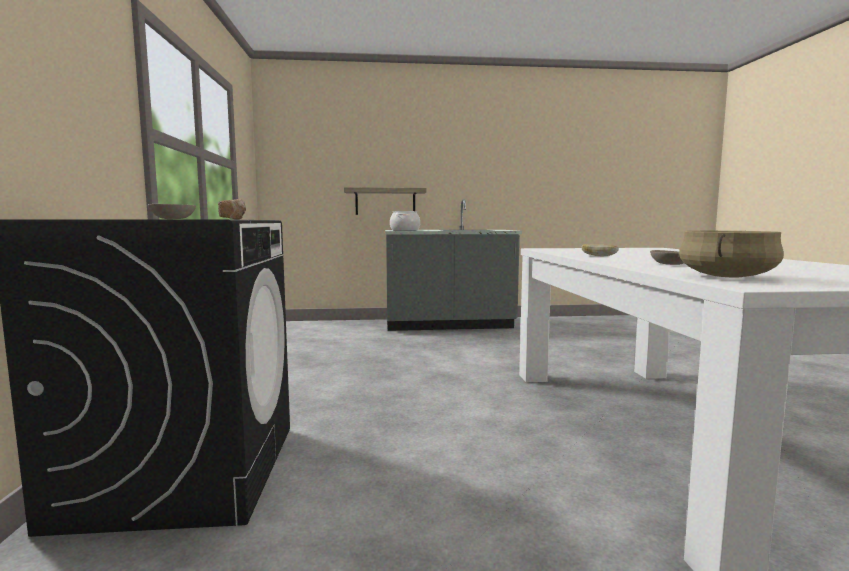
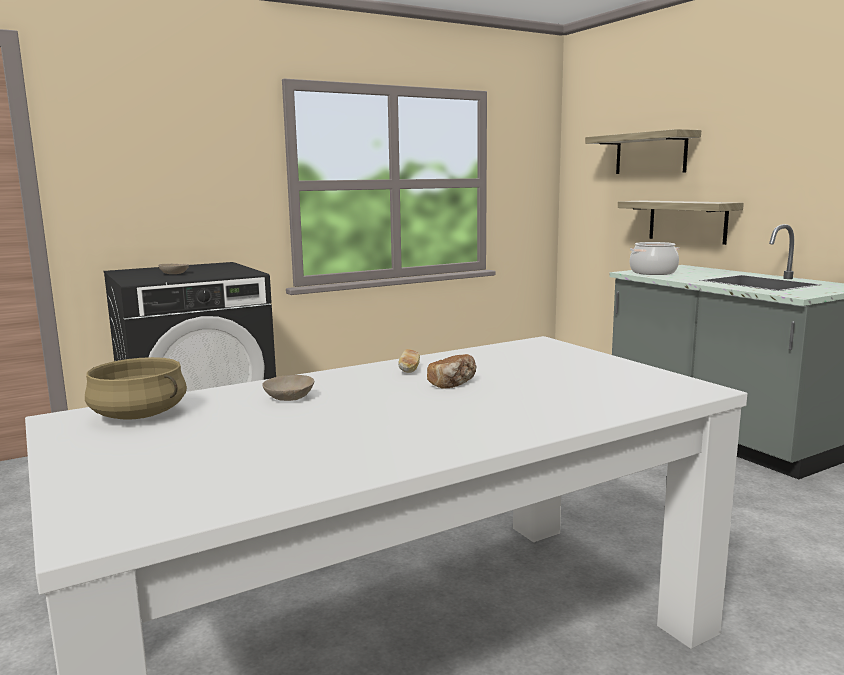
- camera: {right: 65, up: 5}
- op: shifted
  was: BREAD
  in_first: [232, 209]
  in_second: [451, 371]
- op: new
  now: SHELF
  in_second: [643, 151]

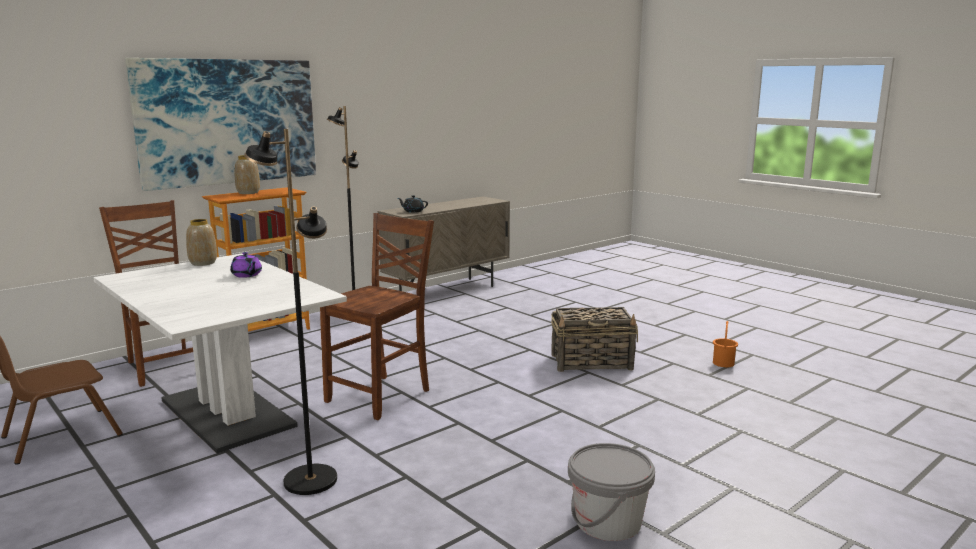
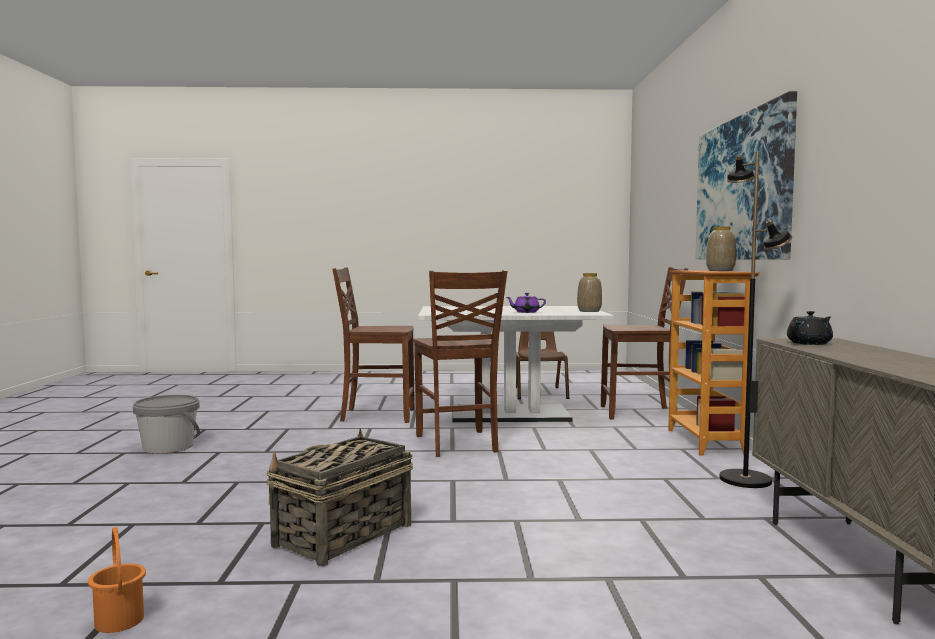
- camera: {right: 130, up: -10}
- op: swapped
  was: BLACK FLOOR LAMP
  now: BROWN CHAIR
  in_first: [290, 312]
  in_second: [373, 345]

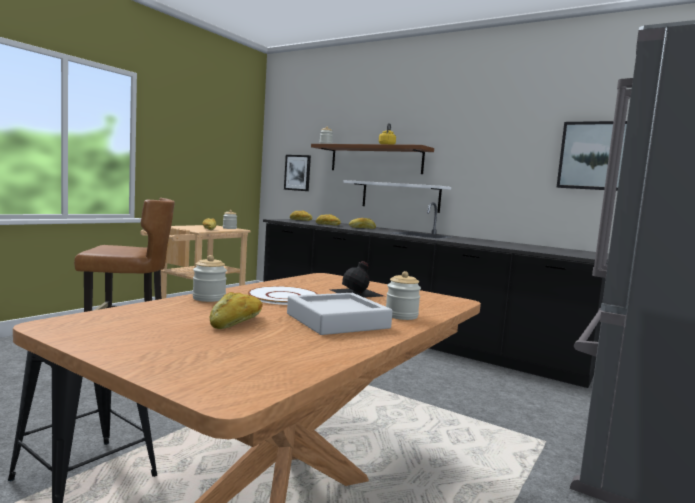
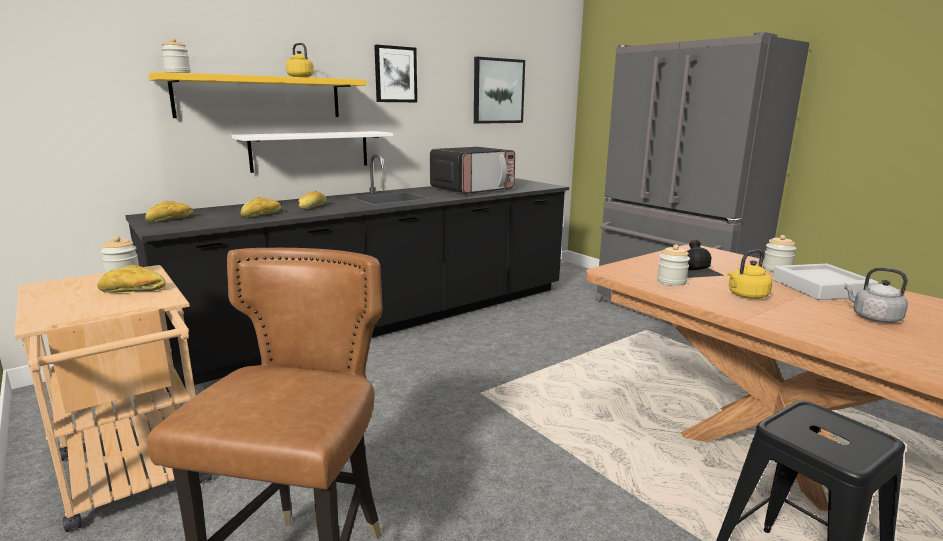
- camera: {right: -70, up: 10}
- op: repainted
  was: BROWN SHELF
  now: YELLOW SHELF
  in_first: [372, 159]
  in_second: [258, 95]
- op: shifted
  was: PICTURE
  in_first: [297, 173]
  in_second: [395, 73]
- op: new
  now: MICROWAVE
  in_second: [472, 170]
- op: shifted
  was: JAR
  in_first: [209, 278]
  in_second: [673, 265]
- op: swapped
  was: WHITE PLATE
  now: YELLOW KETTLE
  in_first: [283, 295]
  in_second: [750, 274]
- op: swapped
  was: BREAD
  now: GREY KETTLE
  in_first: [236, 310]
  in_second: [876, 295]

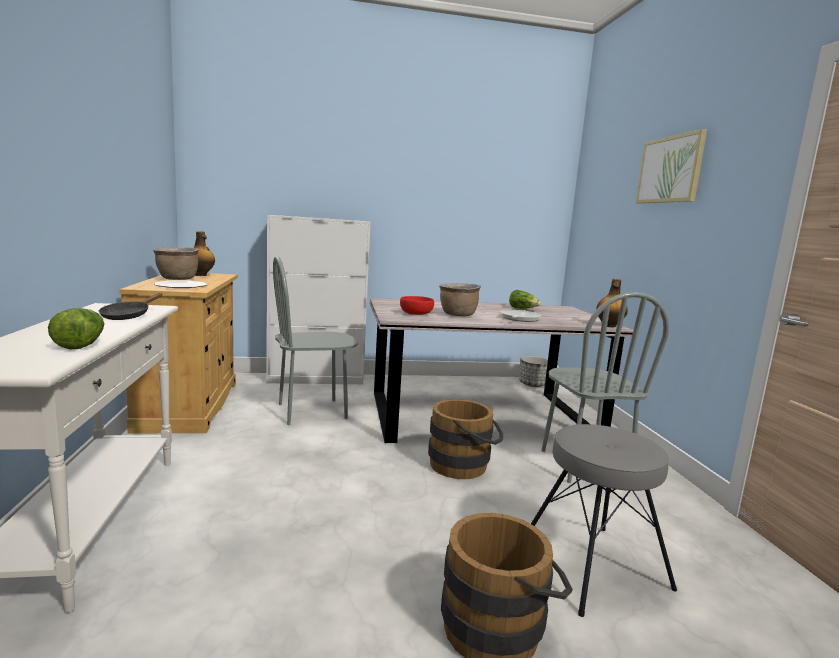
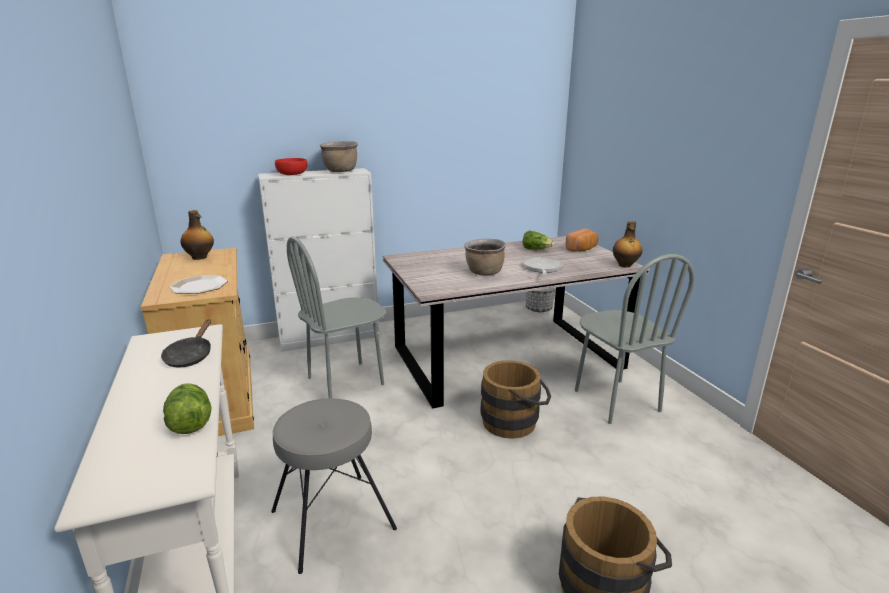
- camera: {right: -10, up: 10}
- op: shifted
  was: GREY STOOL
  in_first: [604, 520]
  in_second: [334, 486]
- op: shifted
  was: RED BOWL
  in_first: [417, 305]
  in_second: [291, 166]
- op: shifted
  was: BROWN COOKING POT
  in_first: [176, 263]
  in_second: [339, 156]
- op: new
  now: BREAD
  in_second: [582, 240]
- op: gone
  was: PICTURE
  in_first: [671, 166]

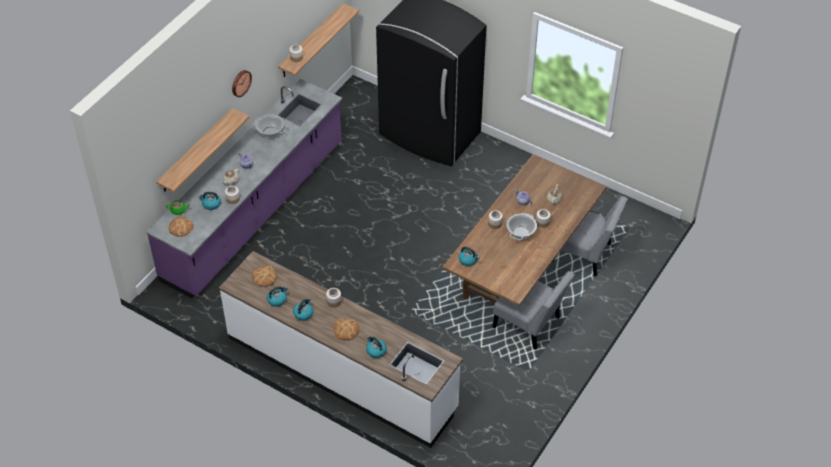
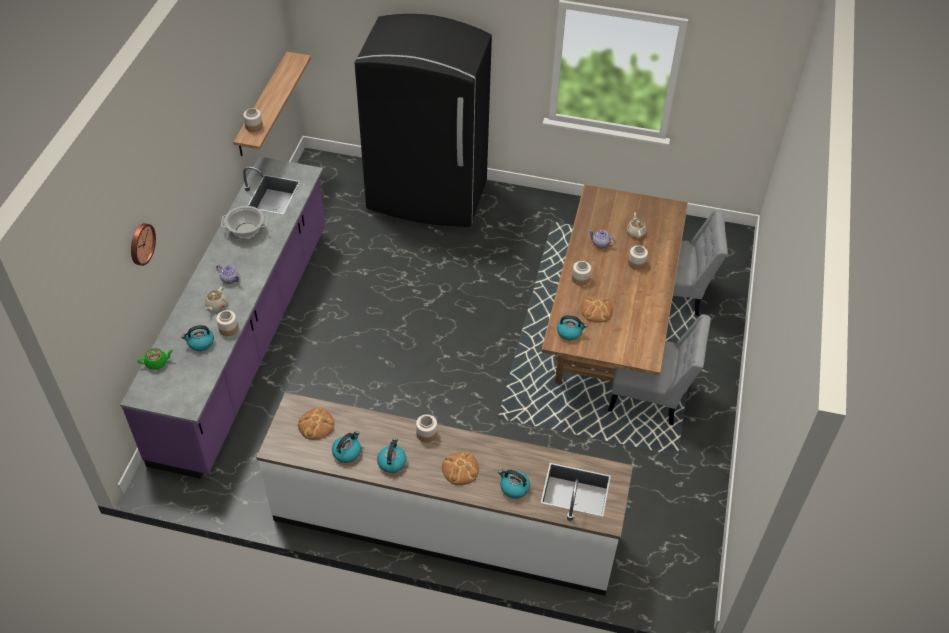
- camera: {right: -20, up: 0}
- op: shifted
  was: WALL CLOCK
  in_first: [242, 83]
  in_second: [143, 244]
- op: shifted
  was: BREAD
  in_first: [181, 226]
  in_second: [597, 309]
- op: gone
  was: SHELF
  in_first: [202, 150]
- op: gone
  was: COOKING POT
  in_first: [521, 226]

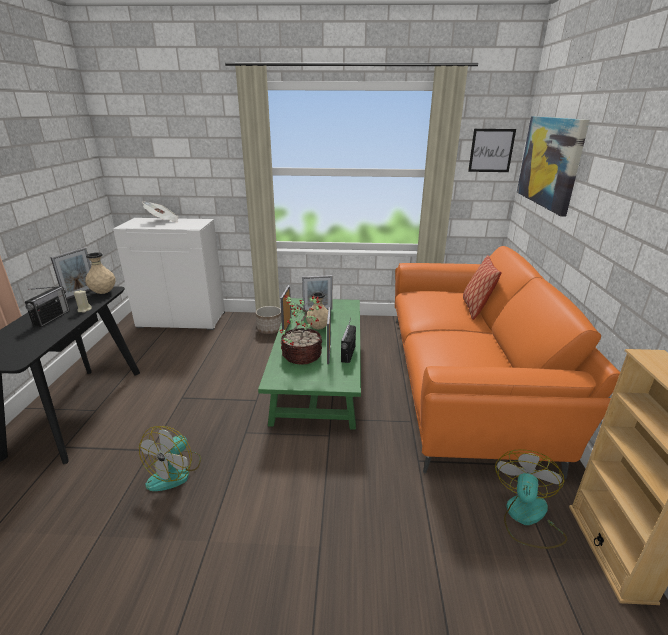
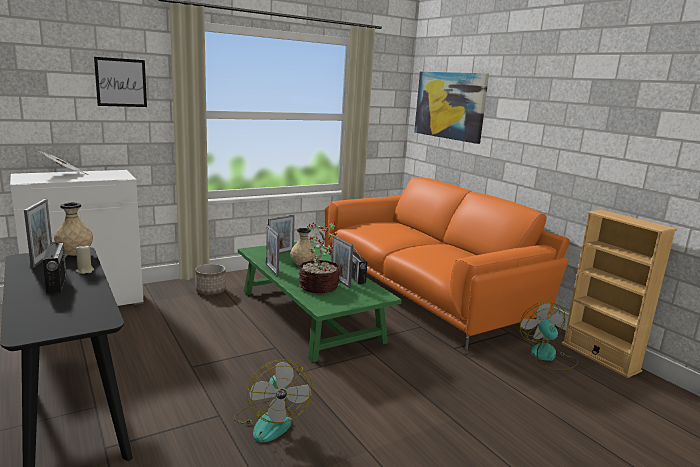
- camera: {right: -35, up: -10}
- op: shifted
  was: PICTURE
  in_first: [492, 150]
  in_second: [120, 82]
- op: gone
  was: PILLOW
  in_first: [482, 287]

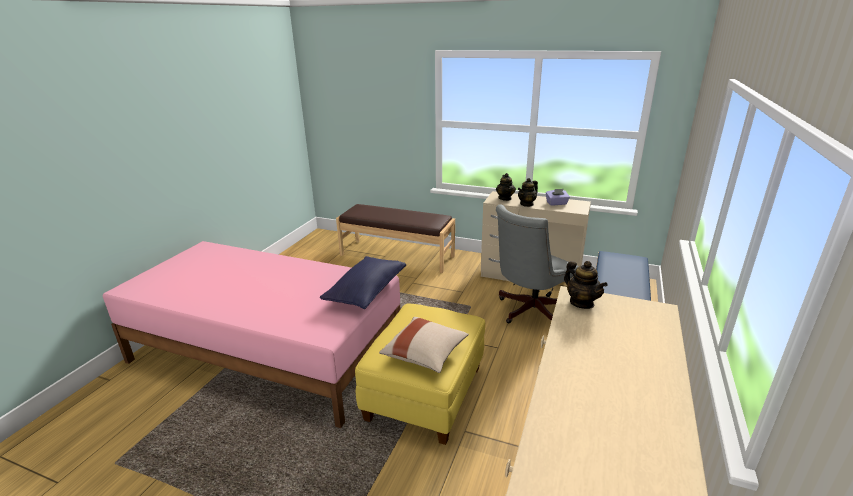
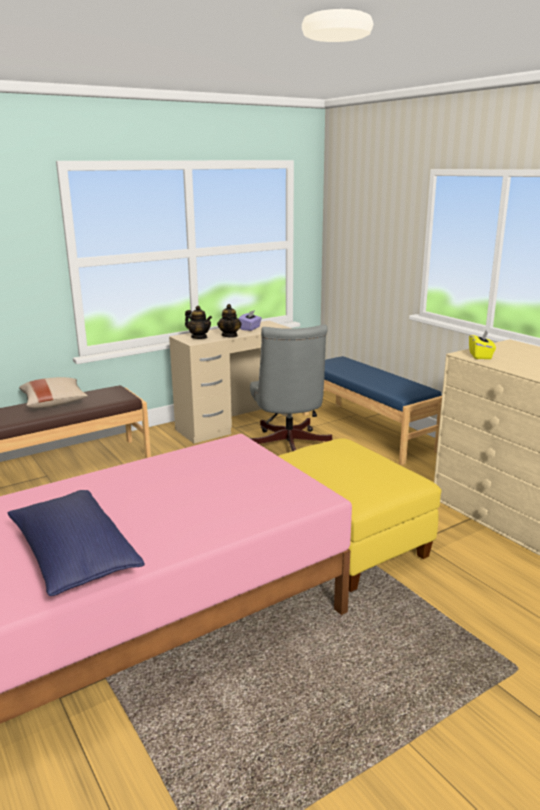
- camera: {right: -55, up: -5}
- op: shifted
  was: BLUE PILLOW
  in_first: [363, 282]
  in_second: [76, 543]
- op: shifted
  was: BEIGE PILLOW
  in_first: [424, 345]
  in_second: [53, 392]
- op: swapped
  was: TEAPOT
  now: YELLOW TISSUE BOX
  in_first: [586, 285]
  in_second: [482, 345]

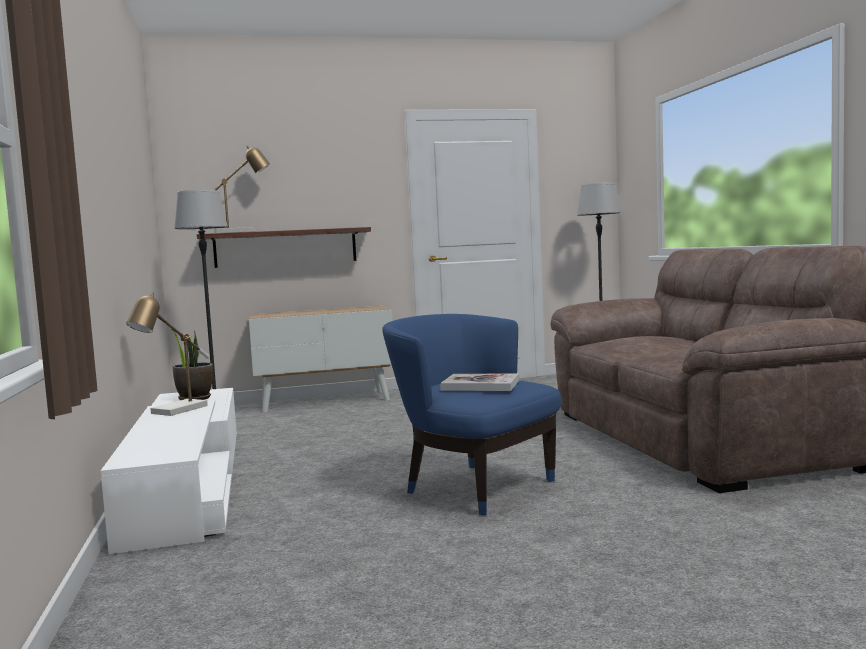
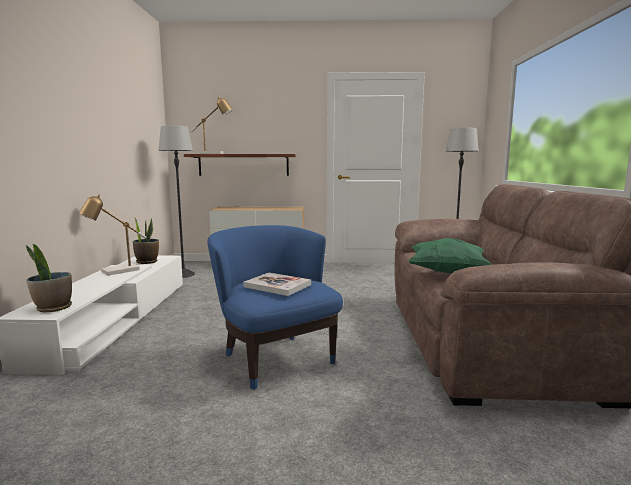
- camera: {right: 15, up: 5}
- op: new
  now: POTTED PLANT
  in_second: [49, 278]
- op: new
  now: GREEN PILLOW
  in_second: [450, 256]

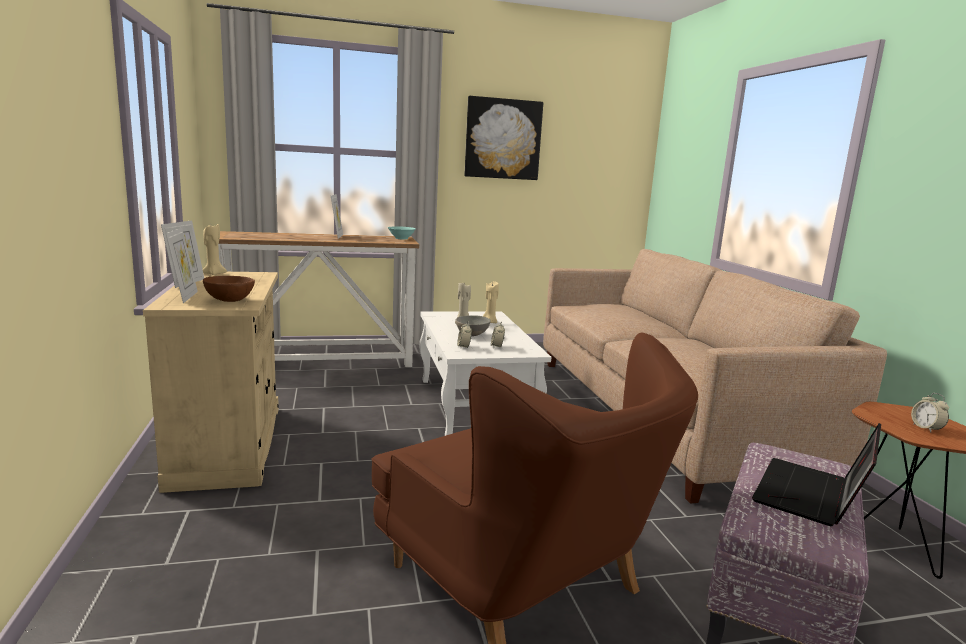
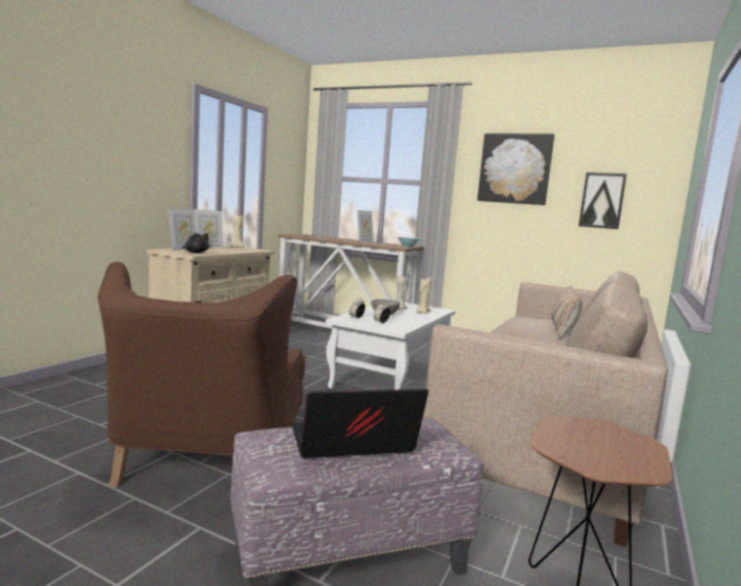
- camera: {right: 40, up: -5}
- op: swapped
  was: BROWN BOWL
  now: BLACK PLUSH TOY
  in_first: [229, 289]
  in_second: [195, 243]
- op: new
  now: PILLOW
  in_second: [566, 312]
- op: new
  now: PICTURE
  in_second: [603, 200]
- op: gone
  was: ALARM CLOCK
  in_first: [930, 412]

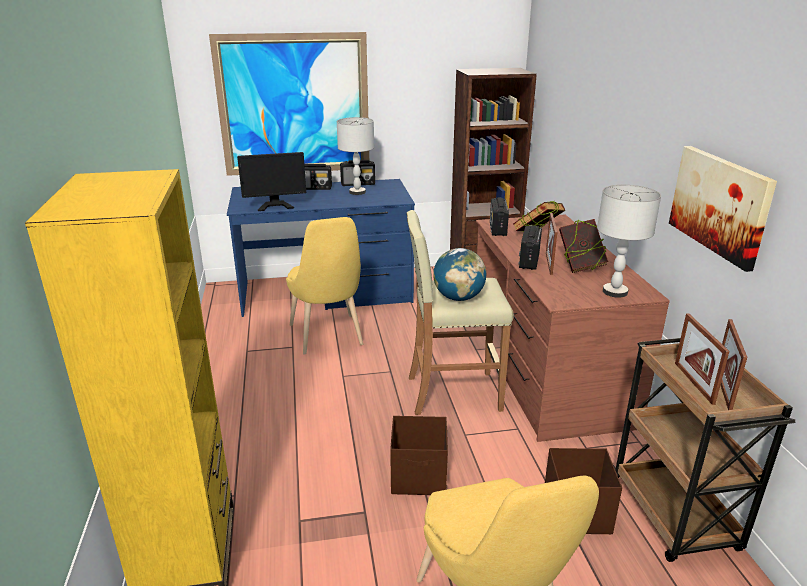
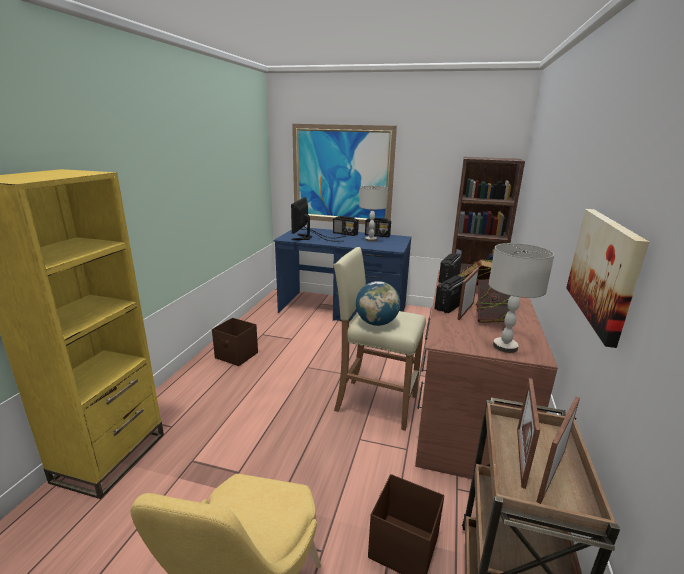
- camera: {right: 25, up: -5}
- op: shifted
  was: BROWN STORAGE BOX
  in_first: [419, 455]
  in_second: [235, 342]
- op: rotated
  was: MONITOR
  in_first: [271, 181]
  in_second: [318, 219]
  clockwise: 90
- op: gone
  was: YELLOW CHAIR
  in_first: [324, 286]

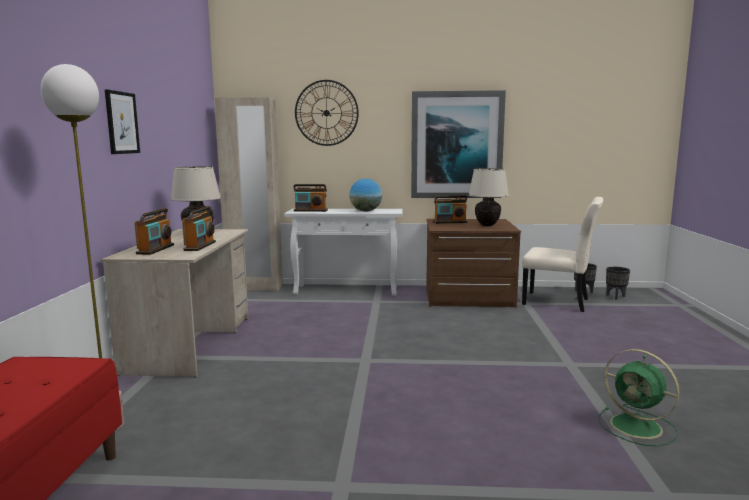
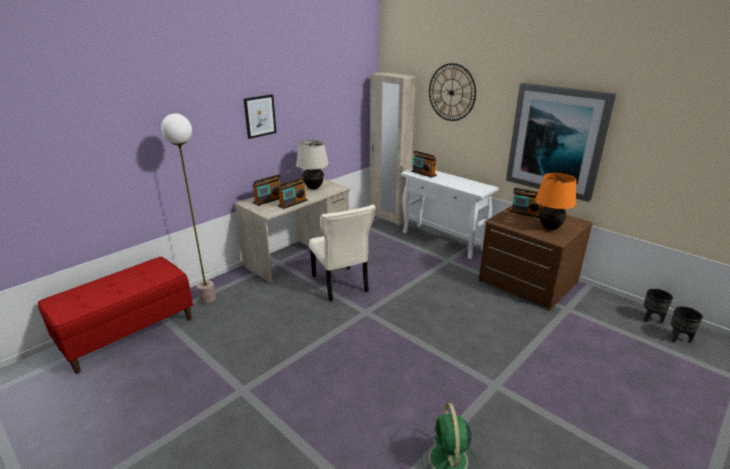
- camera: {right: 40, up: 15}
- op: shifted
  was: BEIGE CHAIR
  in_first: [562, 254]
  in_second: [342, 253]
- op: repainted
  was: BEIGE TABLE LAMP
  now: ORANGE TABLE LAMP
  in_first: [488, 197]
  in_second: [556, 201]
- op: gone
  was: GLOBE
  in_first: [365, 195]

